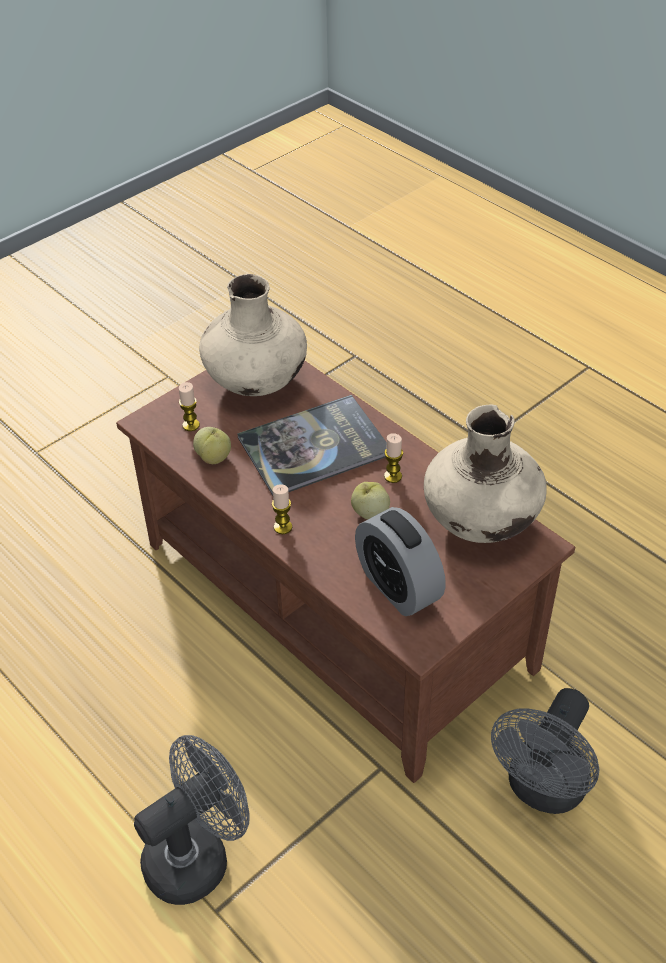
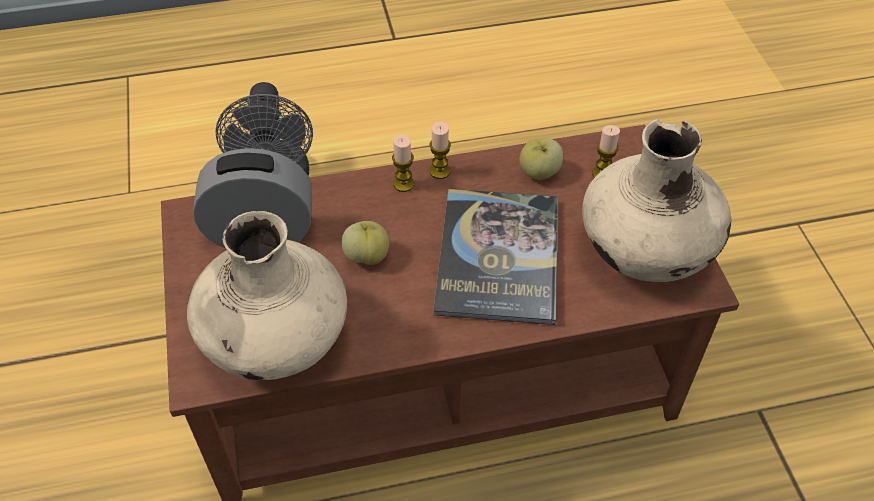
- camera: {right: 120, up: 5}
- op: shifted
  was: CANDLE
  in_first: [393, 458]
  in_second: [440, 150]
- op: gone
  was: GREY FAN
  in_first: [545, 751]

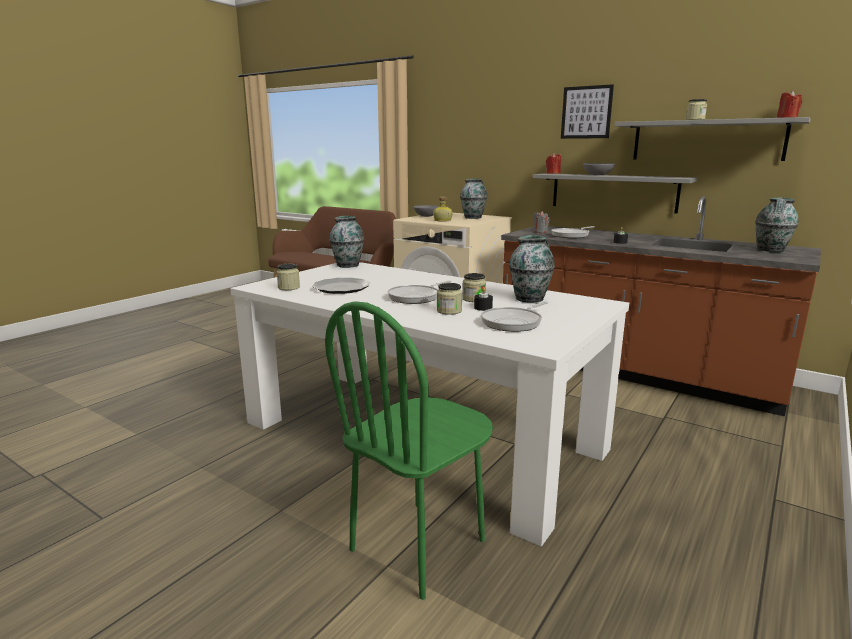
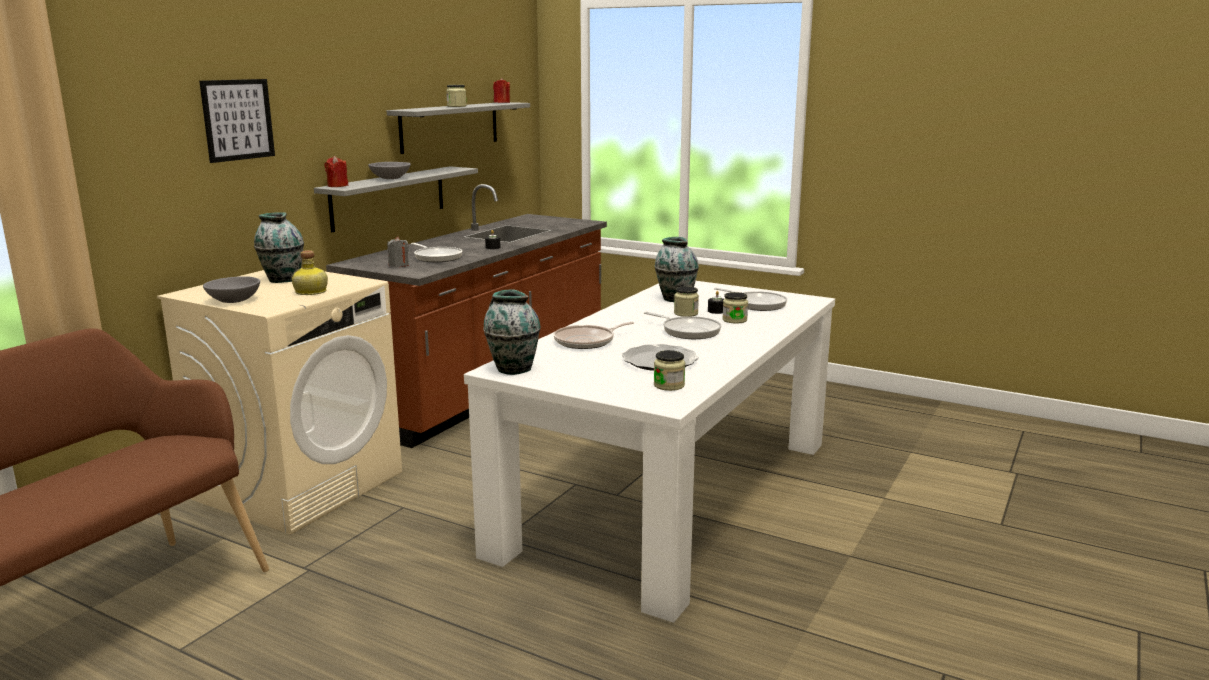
- camera: {right: -95, up: 0}
- op: shifted
  was: PICTURE
  in_first: [587, 111]
  in_second: [237, 121]
- op: new
  now: FRYING PAN
  in_second: [594, 335]
- op: gone
  was: GREEN CHAIR
  in_first: [409, 450]
- op: gone
  was: VASE
  in_first: [777, 224]

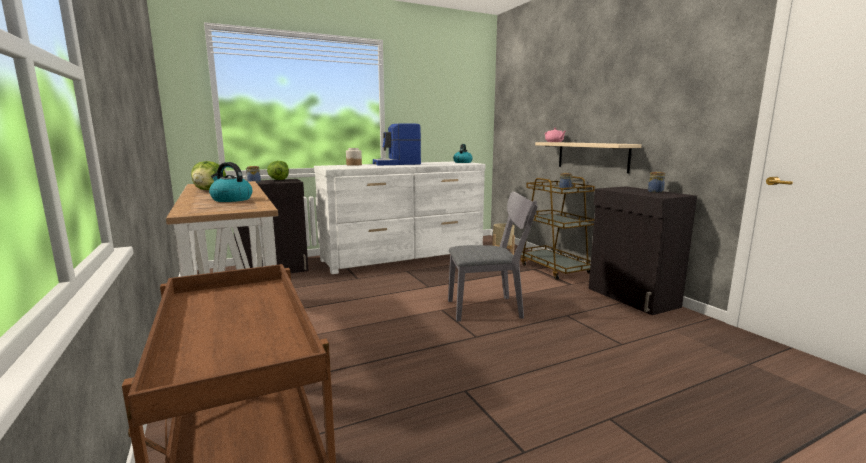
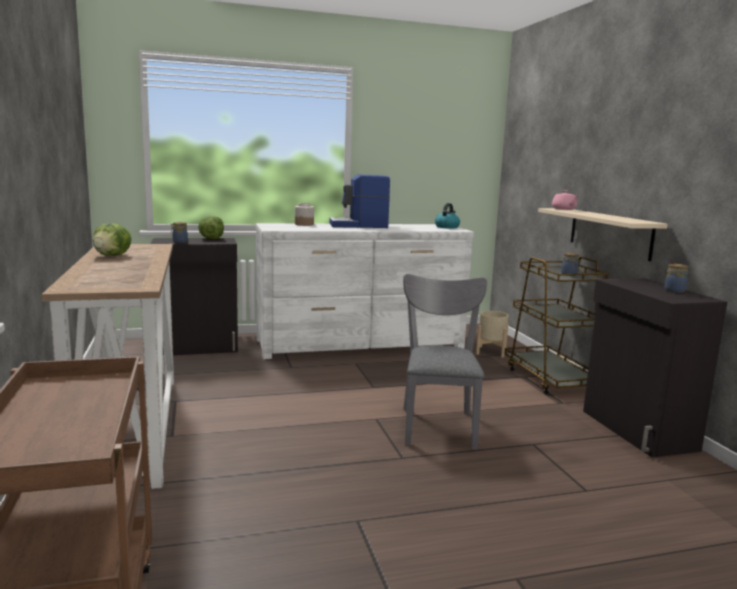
- camera: {right: 10, up: 0}
- op: rotated
  was: GREY CHAIR
  in_first: [493, 257]
  in_second: [445, 362]
  clockwise: -90
- op: gone
  was: KETTLE
  in_first: [230, 182]

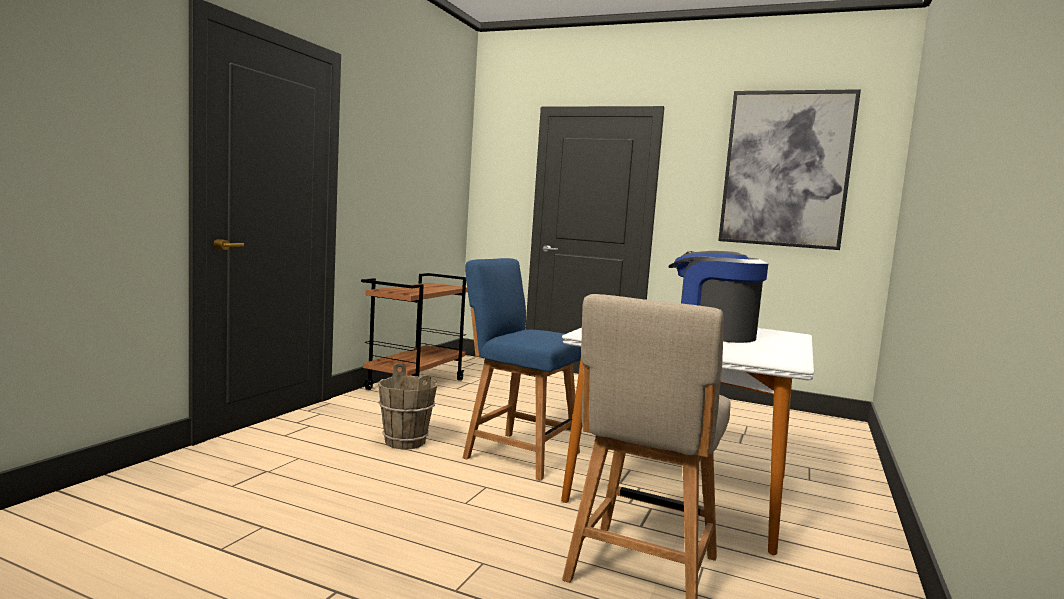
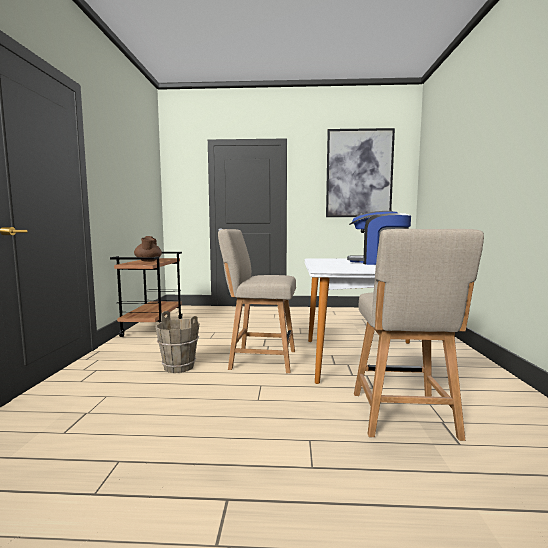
- camera: {right: -20, up: 0}
- op: new
  now: BROWN TEAPOT
  in_second: [148, 249]
- op: repainted
  was: BLUE CHAIR
  now: BEIGE CHAIR
  in_first: [522, 369]
  in_second: [257, 301]

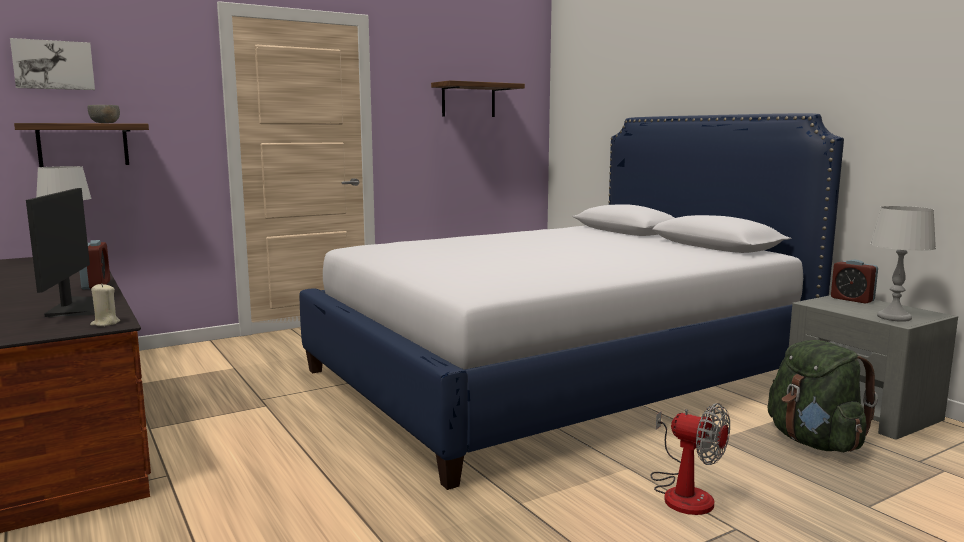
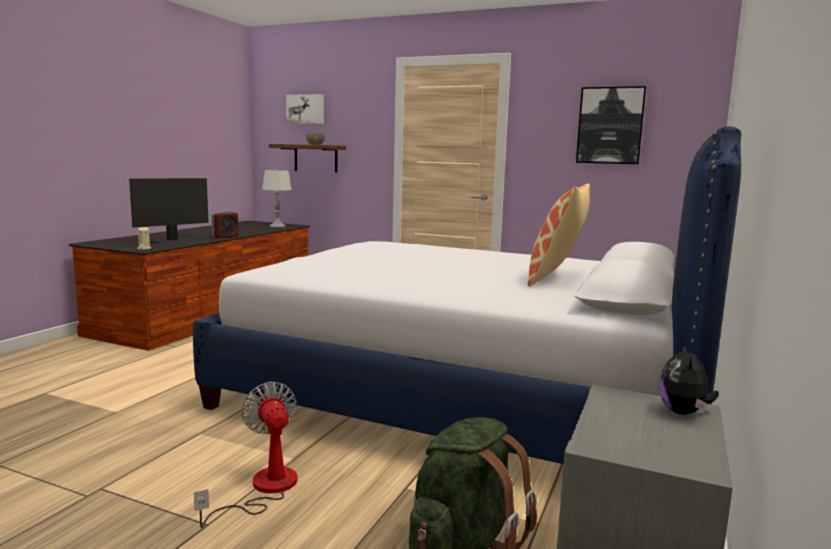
- camera: {right: 55, up: 0}
- op: rotated
  was: FAN
  in_first: [690, 459]
  in_second: [245, 455]
  clockwise: 150
- op: new
  now: PILLOW
  in_second: [559, 235]
- op: swapped
  was: SHELF
  now: PICTURE
  in_first: [478, 98]
  in_second: [611, 125]
- op: swapped
  was: ALARM CLOCK
  now: PLUSH TOY
  in_first: [854, 282]
  in_second: [689, 378]
- op: gone
  was: GREY TABLE LAMP
  in_first: [903, 264]

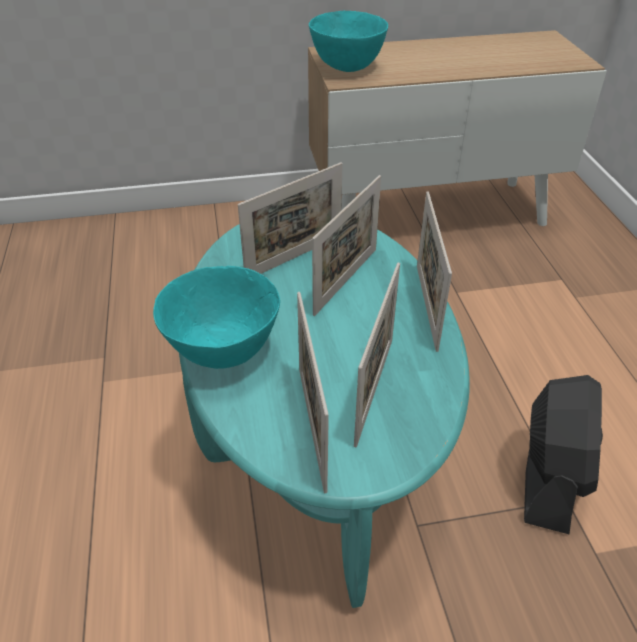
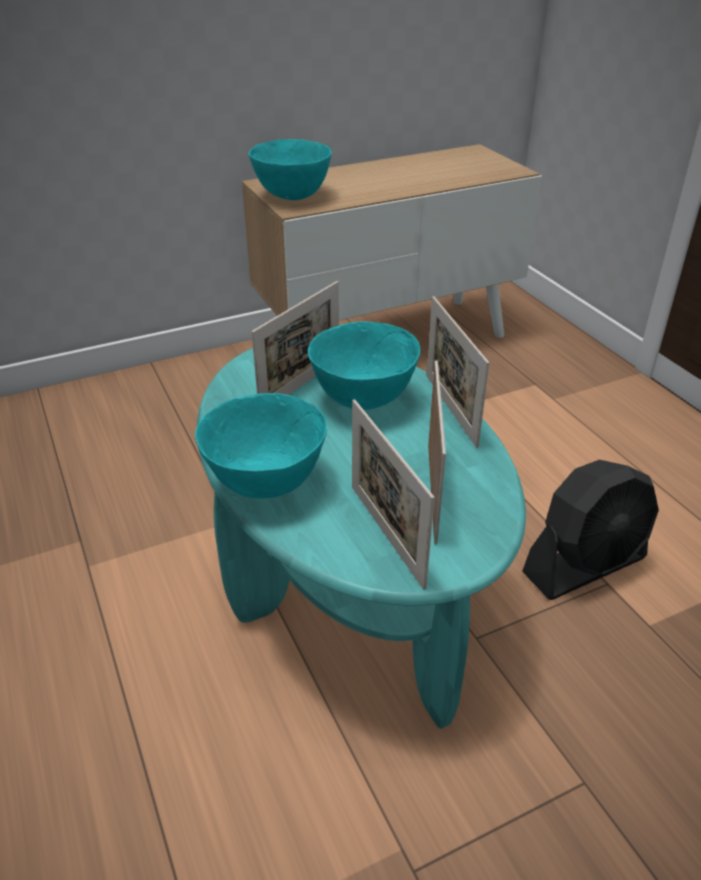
- camera: {right: -15, up: -5}
- op: swapped
  was: PICTURE FRAME
  now: TURQUOISE BOWL
  in_first: [346, 245]
  in_second: [364, 365]
- op: rotated
  was: BLACK FAN
  in_first: [563, 454]
  in_second: [590, 530]
  clockwise: 60

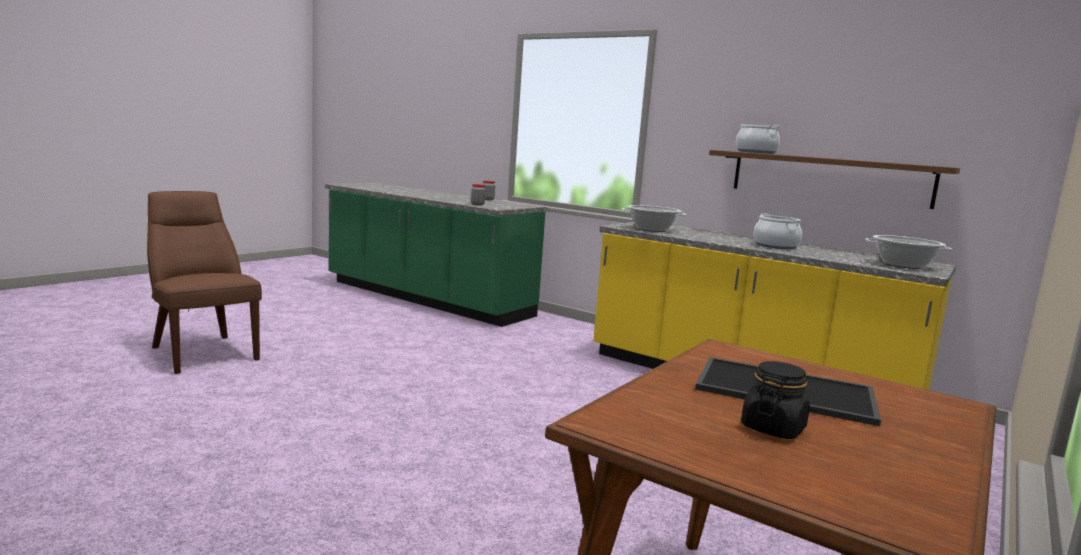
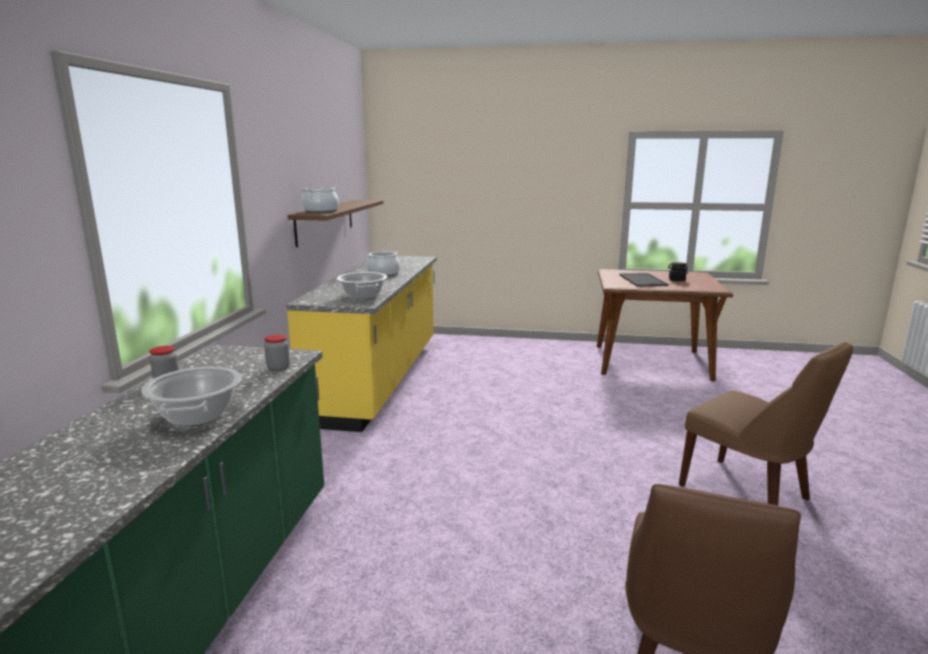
- camera: {right: -115, up: 5}
- op: shifted
  was: COOKING POT
  in_first: [909, 252]
  in_second: [191, 396]
- op: new
  now: BROWN CHAIR
  in_second: [766, 424]

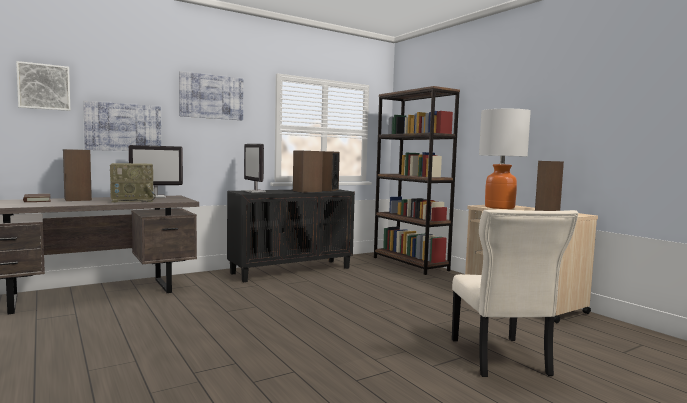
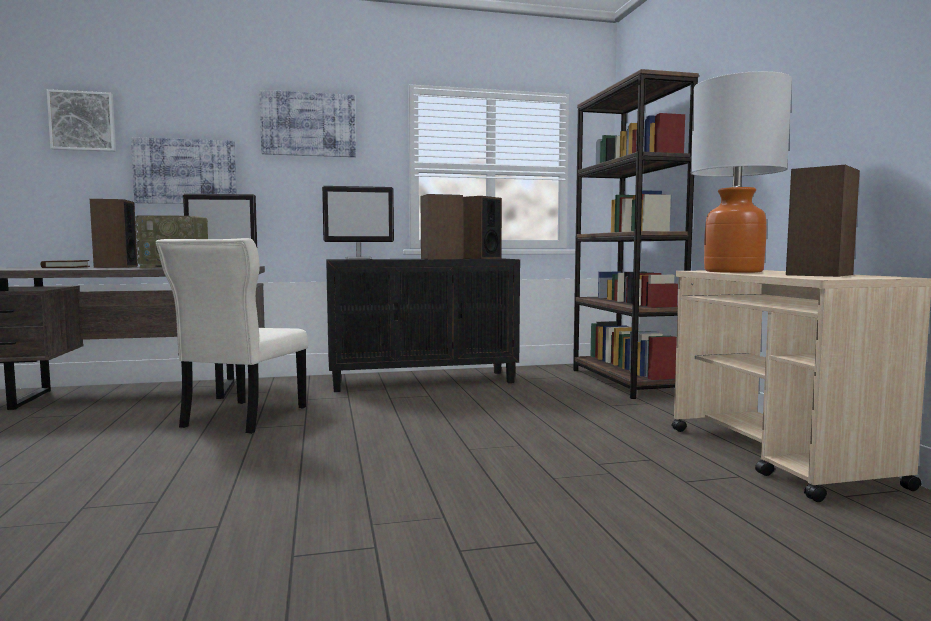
- camera: {right: 20, up: 0}
- op: shifted
  was: BEIGE CHAIR
  in_first: [515, 293]
  in_second: [232, 336]
- op: rotated
  was: MONITOR
  in_first: [255, 168]
  in_second: [358, 222]
  clockwise: -90

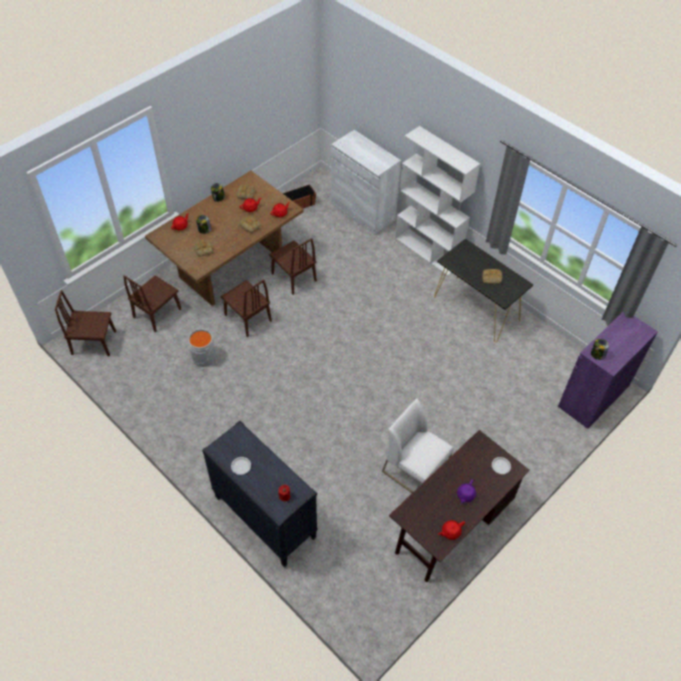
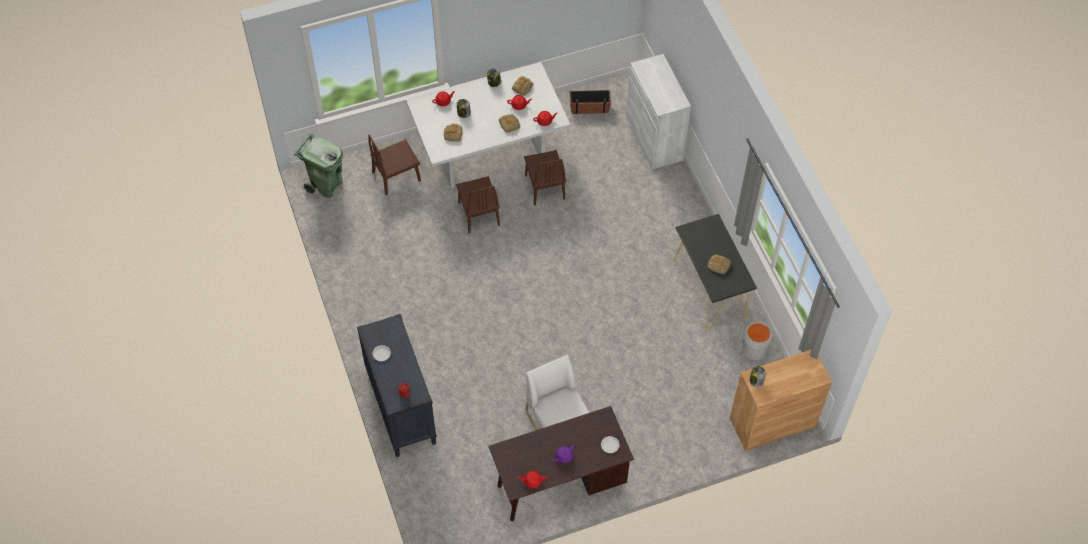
- camera: {right: 25, up: 5}
- op: swapped
  was: BROWN CHAIR
  now: GREEN TRASH CAN
  in_first: [85, 323]
  in_second: [318, 166]
- op: repainted
  was: BROWN DINING TABLE
  now: WHITE DINING TABLE
  in_first: [224, 238]
  in_second: [488, 125]
- op: repainted
  was: PURPLE CABINET
  now: BROWN CABINET
  in_first: [608, 370]
  in_second: [781, 400]
- op: shifted
  was: GREY BUCKET
  in_first: [201, 347]
  in_second: [756, 340]
- op: gone
  was: WHITE BOOKCASE
  in_first: [437, 201]

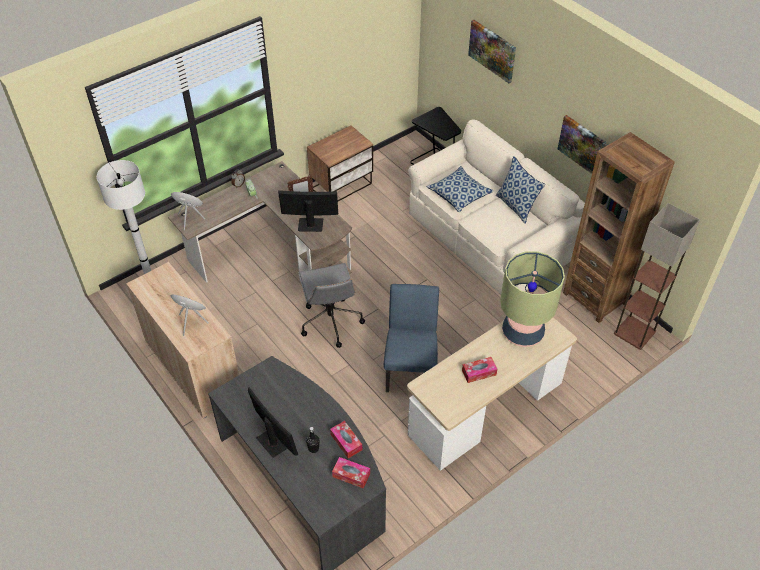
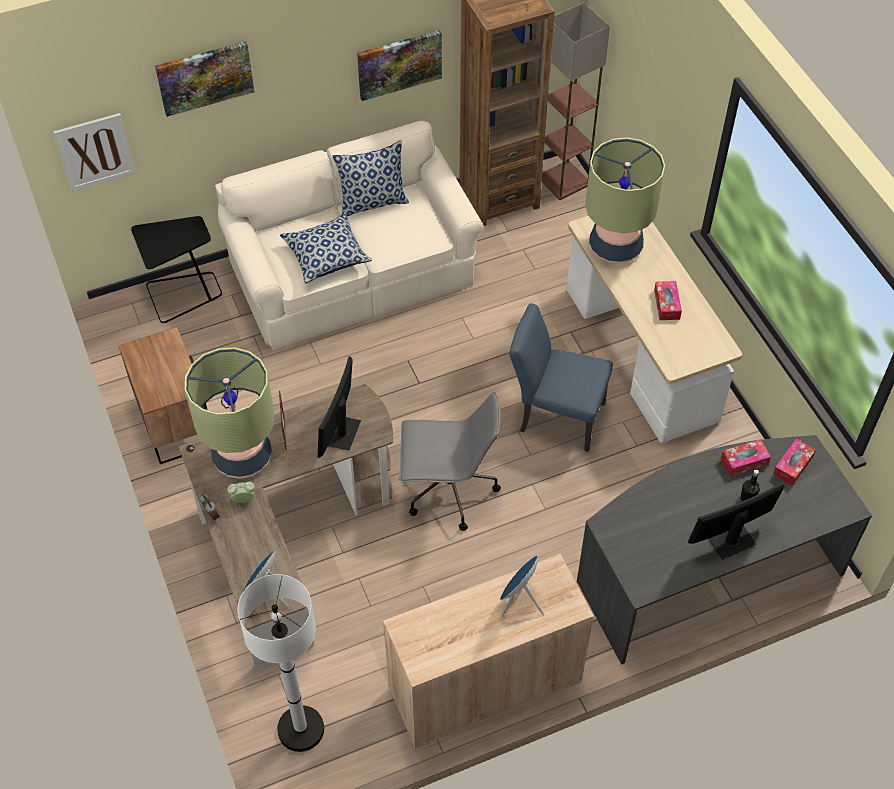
- camera: {right: -75, up: 5}
- op: new
  now: PICTURE
  in_second: [94, 152]
- op: new
  now: TABLE LAMP
  in_second: [229, 413]

